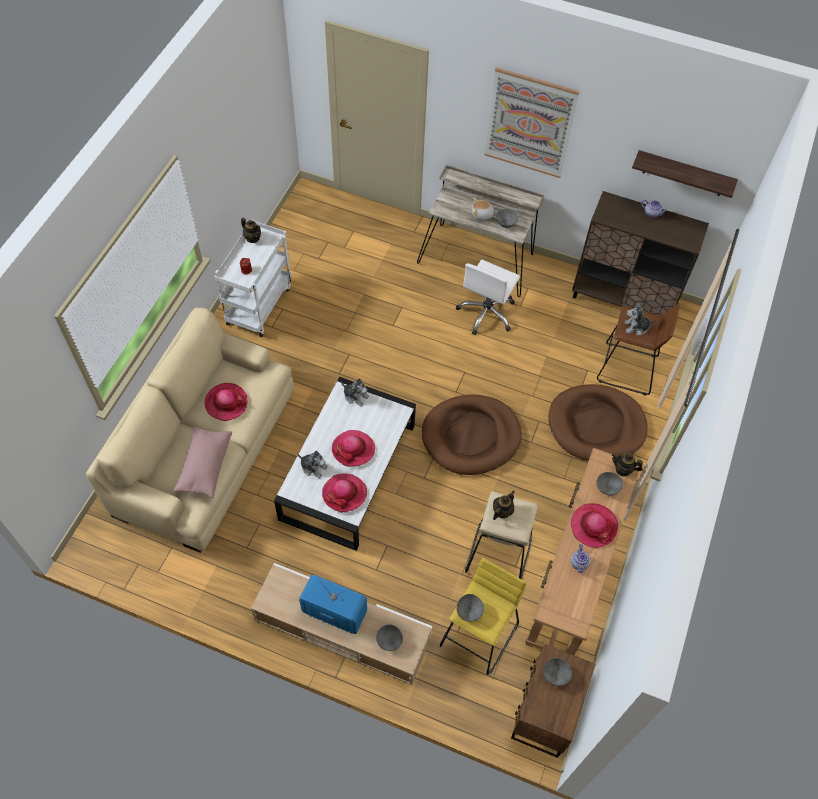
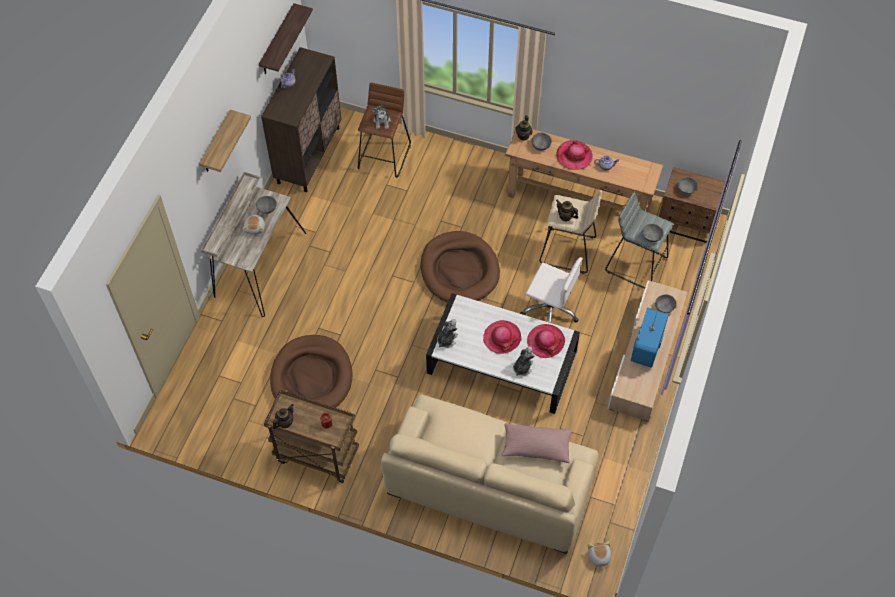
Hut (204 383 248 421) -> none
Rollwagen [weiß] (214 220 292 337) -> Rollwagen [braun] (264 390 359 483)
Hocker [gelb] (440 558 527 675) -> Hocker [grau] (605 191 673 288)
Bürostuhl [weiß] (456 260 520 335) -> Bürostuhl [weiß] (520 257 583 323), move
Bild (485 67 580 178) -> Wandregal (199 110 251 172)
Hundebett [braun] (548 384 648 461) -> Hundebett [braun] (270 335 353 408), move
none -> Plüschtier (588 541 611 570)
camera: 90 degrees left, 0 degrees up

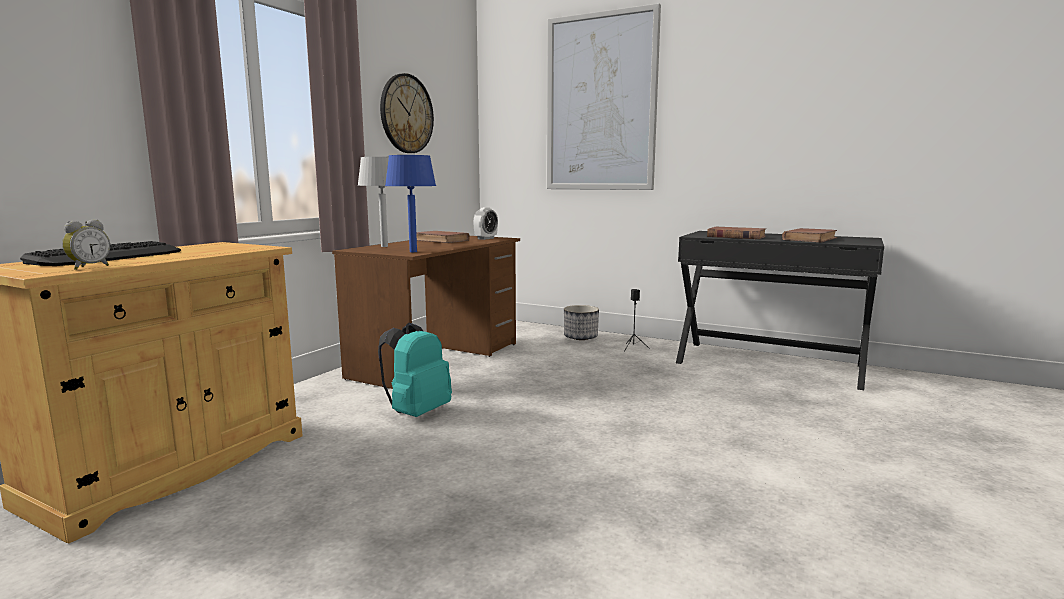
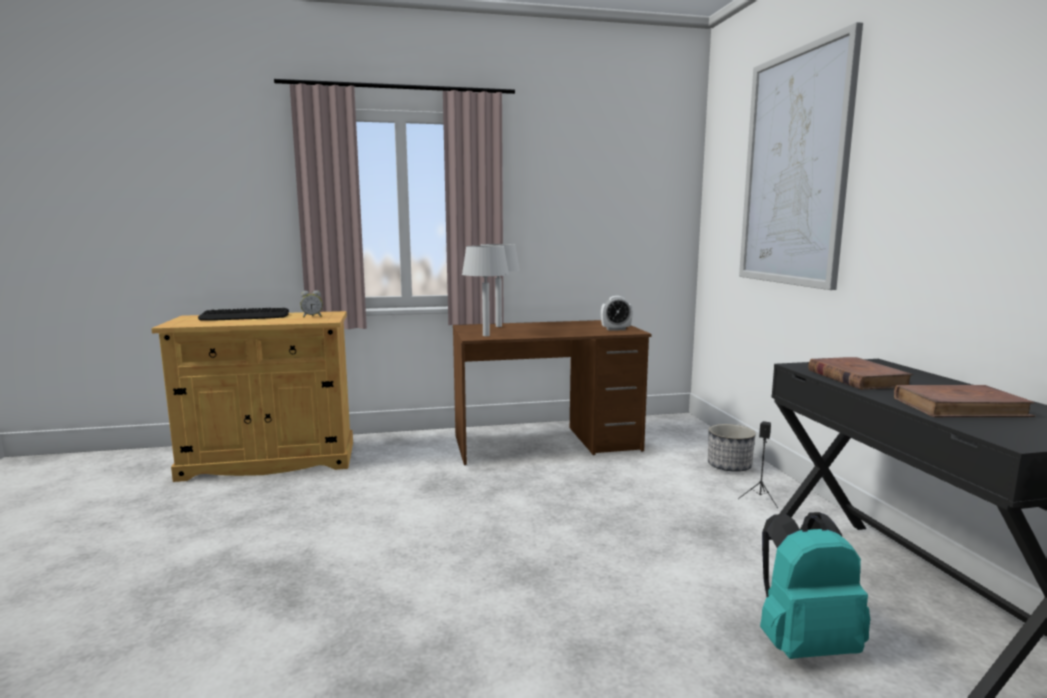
Wecker (62 219 110 270) -> Wecker (301 290 323 318), move
Rucksack [türkis] (378 322 452 417) -> Rucksack [türkis] (760 512 870 659), move
Wanduhr (380 73 434 153) -> none
Tischlampe [blau] (385 155 436 252) -> Tischlampe [grau] (462 246 509 336)
Buch [braun] (416 231 470 243) -> none
camera: 50 degrees right, 0 degrees up

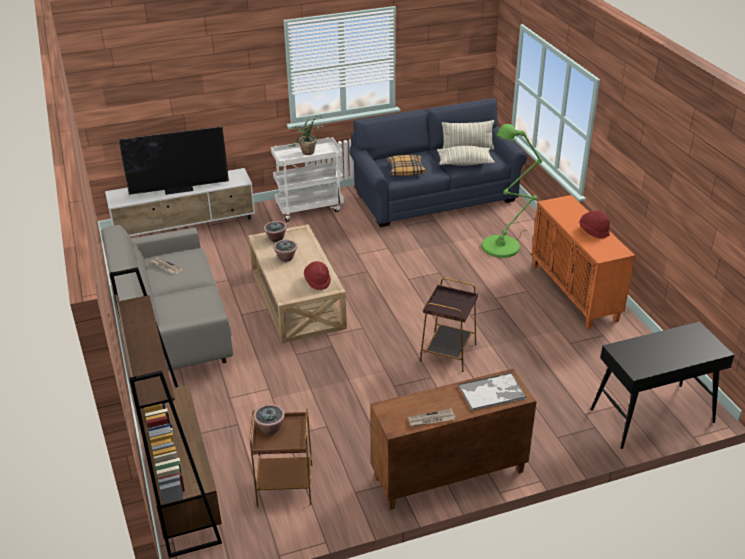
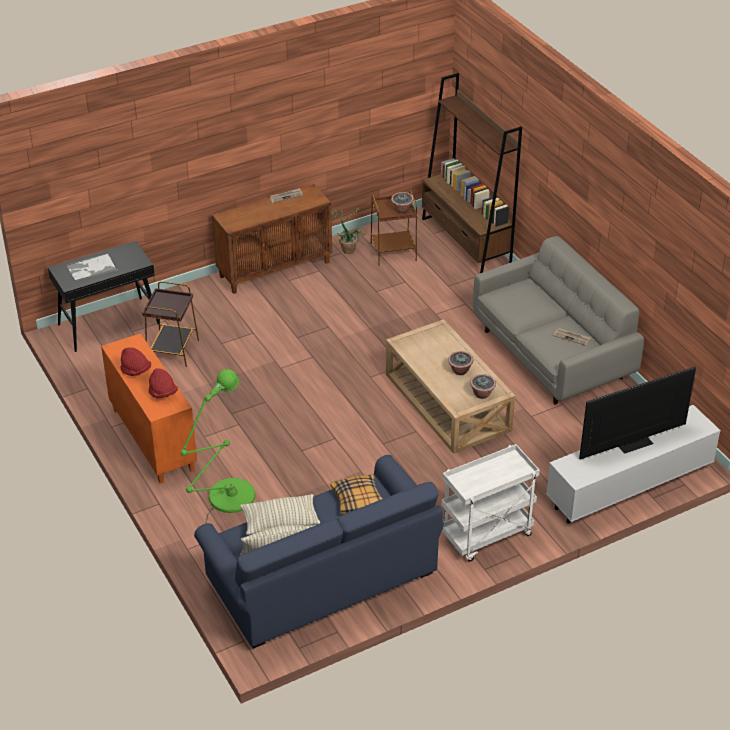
Topfpflanze (289 116 323 155) -> Topfpflanze (332 208 366 254), move
Hut [rot] (304 261 331 290) -> Hut [rot] (149 368 178 398), move
Beistelltisch [braun] (420 278 478 372) -> Beistelltisch [braun] (142 281 199 367), move
Tablett (458 372 527 411) -> Tablett (66 253 118 282), move
camera: 170 degrees right, 5 degrees up

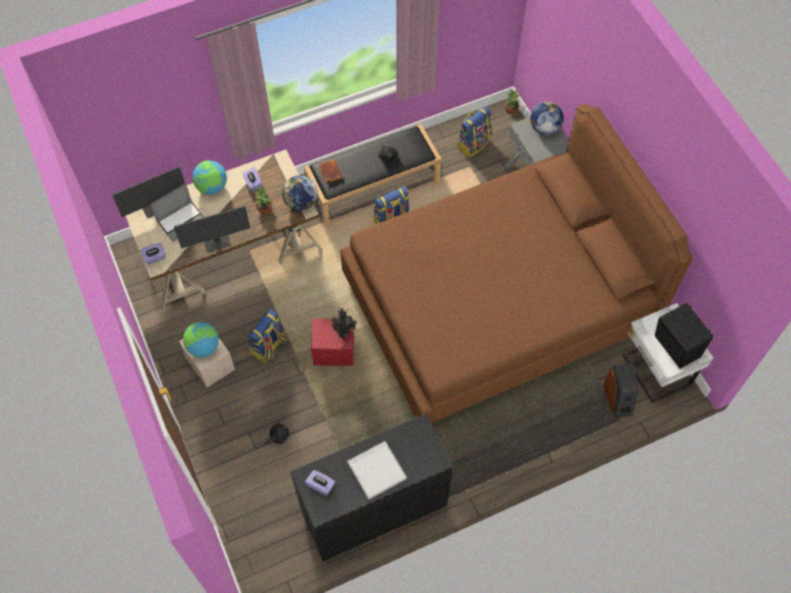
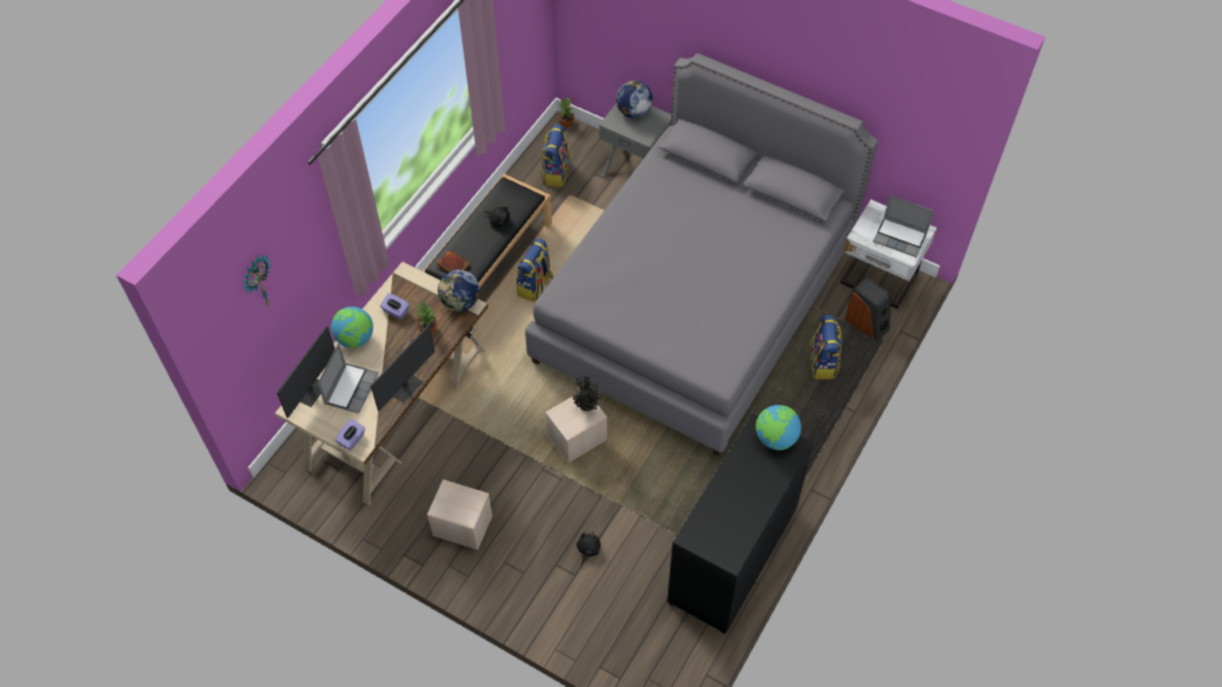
Globus (183 322 219 357) -> Globus (756 405 801 450), move
Rucksack (248 309 286 363) -> Rucksack (810 315 843 380), move
Taschentuchbox [lila] (305 470 335 496) -> none
Aufbewahrungsbox [rot] (311 319 354 366) -> Aufbewahrungsbox [beige] (545 396 608 463)
Bett [braun] (341 104 693 424) -> Bett [grau] (525 53 878 456)
Tablett [weiß] (347 441 407 500) -> none
Lautsprecher [schwarz] (655 303 714 369) -> Laptop (873 195 934 257)
none -> Wanduhr (242 254 271 306)
camera: 35 degrees left, 5 degrees down

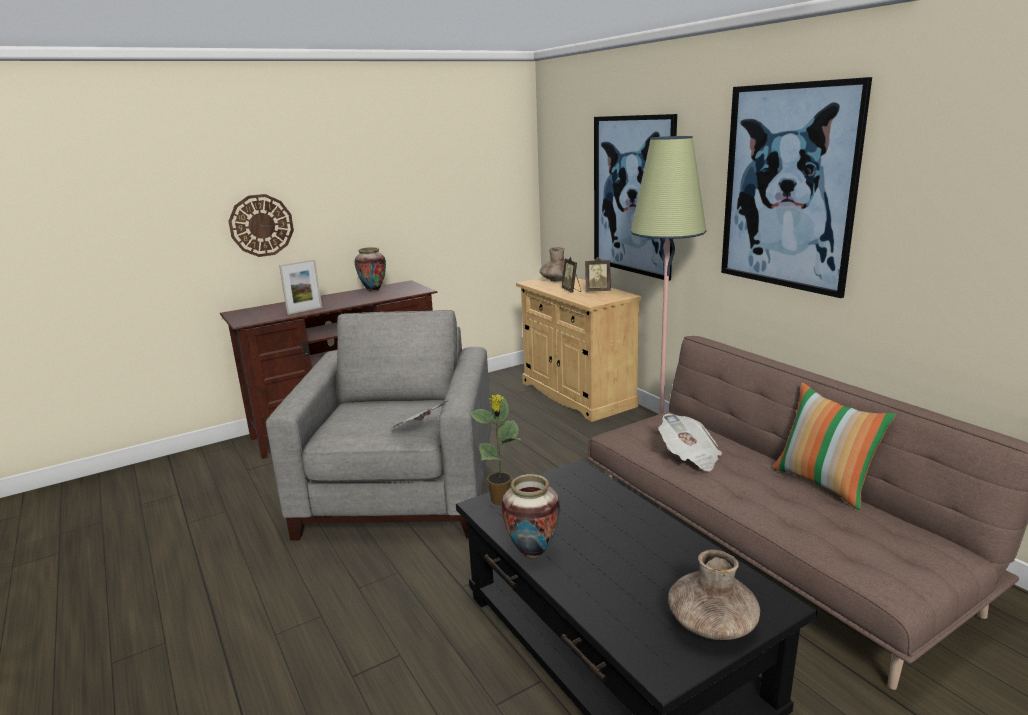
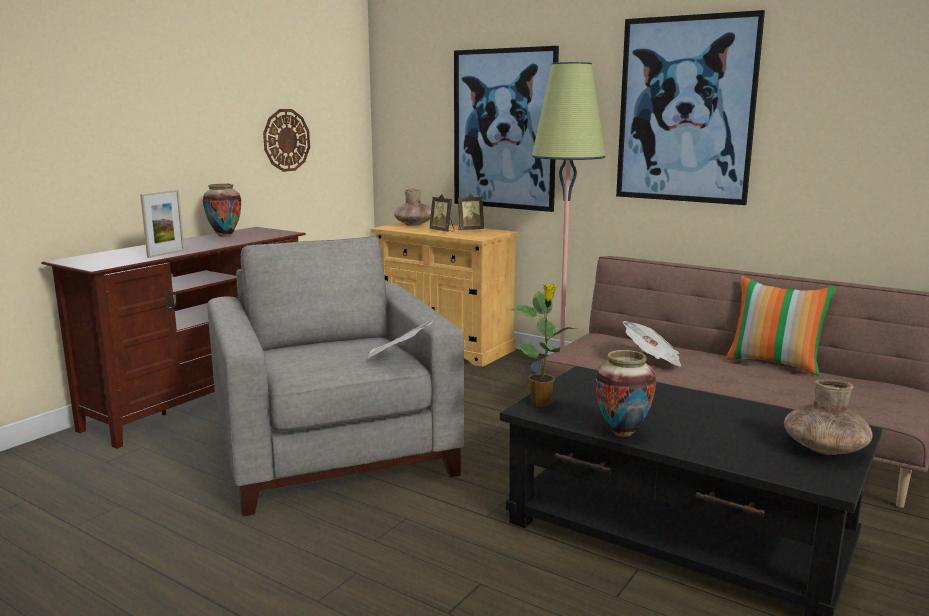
Wanduhr (229 194 294 257) -> Wanduhr (263 109 310 172), move
camera: 25 degrees left, 5 degrees down

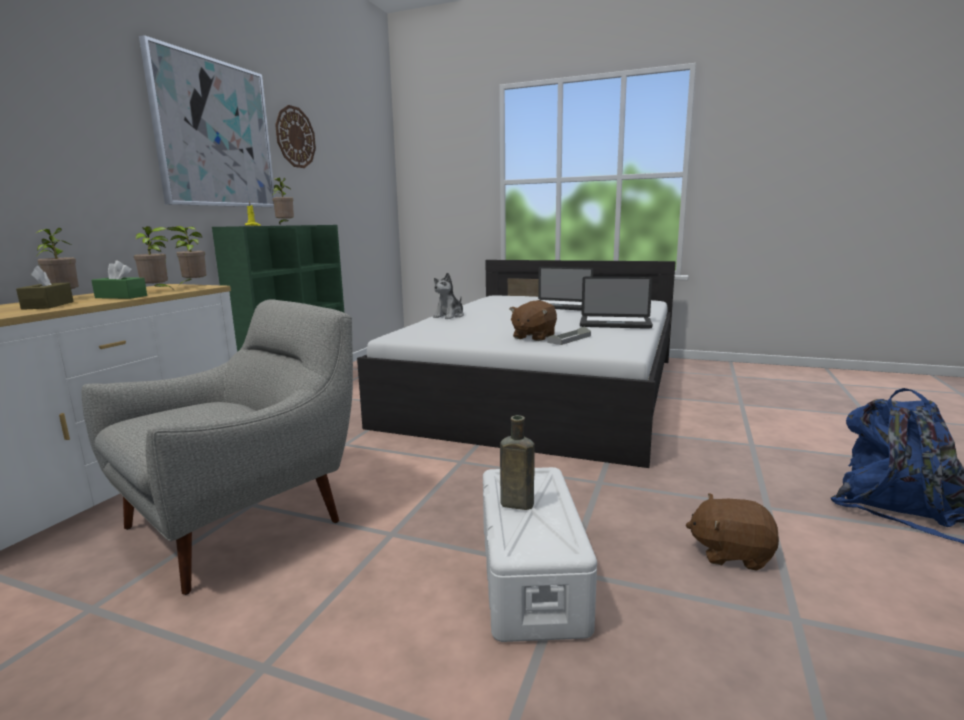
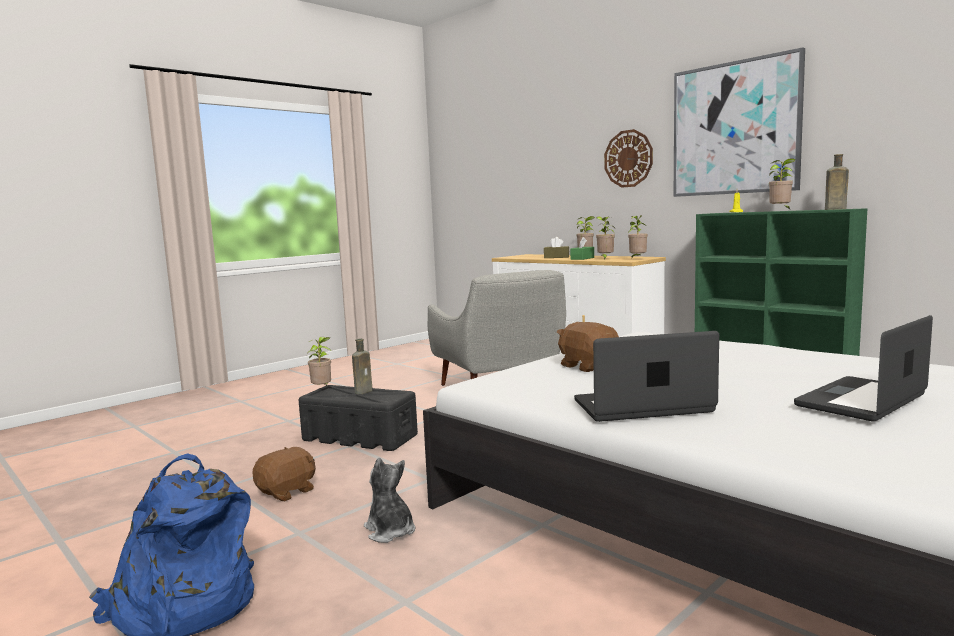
Wanduhr (275 105 316 168) -> Wanduhr (604 129 653 188), move
Plüschtier (433 273 464 319) -> Plüschtier (364 457 415 543), move
Aufbewahrungsbox [weiß] (483 467 597 642) -> Aufbewahrungsbox [schwarz] (299 385 418 451)
Tablett [grau] (547 326 591 345) -> none
Laptop (580 276 653 329) -> Laptop (574 331 719 422), 45 degrees clockwise
none -> Topfpflanze (306 337 331 385)
none -> Flasche [braun] (825 154 849 210)
camera: 115 degrees right, 5 degrees down

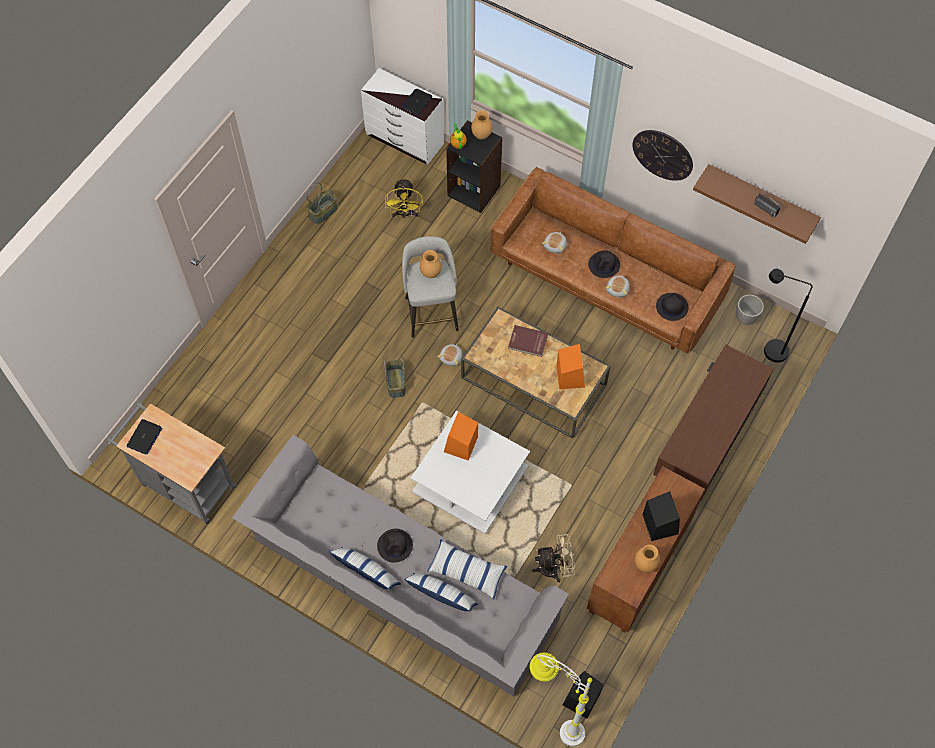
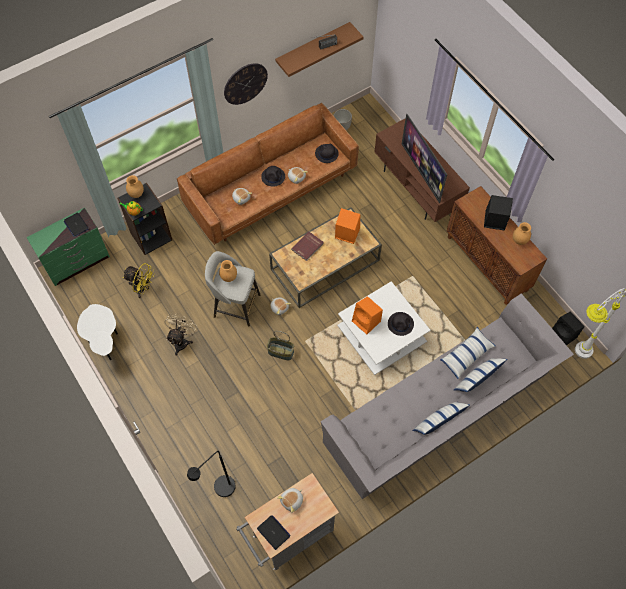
Korb (307 182 338 224) -> Beistelltisch [weiß] (77 304 118 360)
Kommode [weiß] (361 68 444 165) -> Kommode [grün] (26 208 110 286)
Hut [schwarz] (377 529 413 563) -> Hut [schwarz] (388 312 414 336), move
Ventilator [beige] (532 534 575 582) -> Ventilator [beige] (164 313 197 356), move
Stehlampe [schwarz] (764 269 813 363) -> Stehlampe [schwarz] (187 451 236 497), move
none -> Plüschtier (277 488 303 513)
none -> Fernseher (402 114 447 203)
camera: 65 degrees left, 0 degrees up

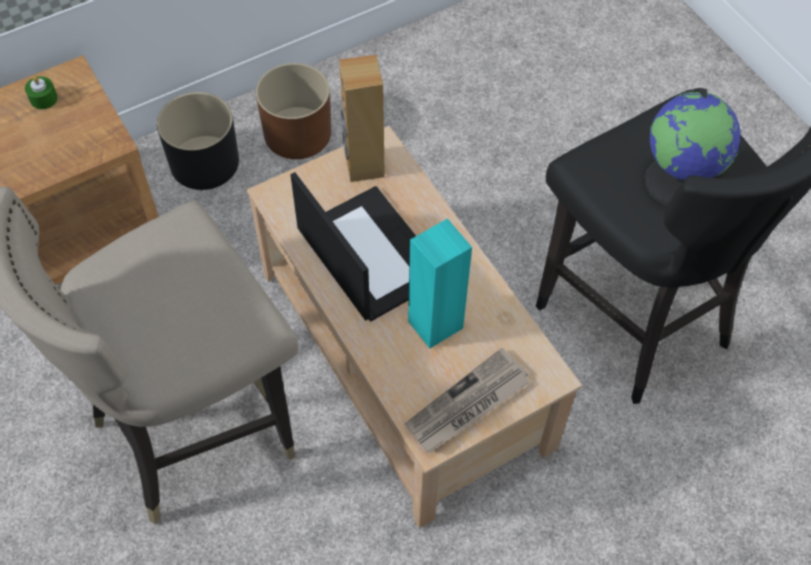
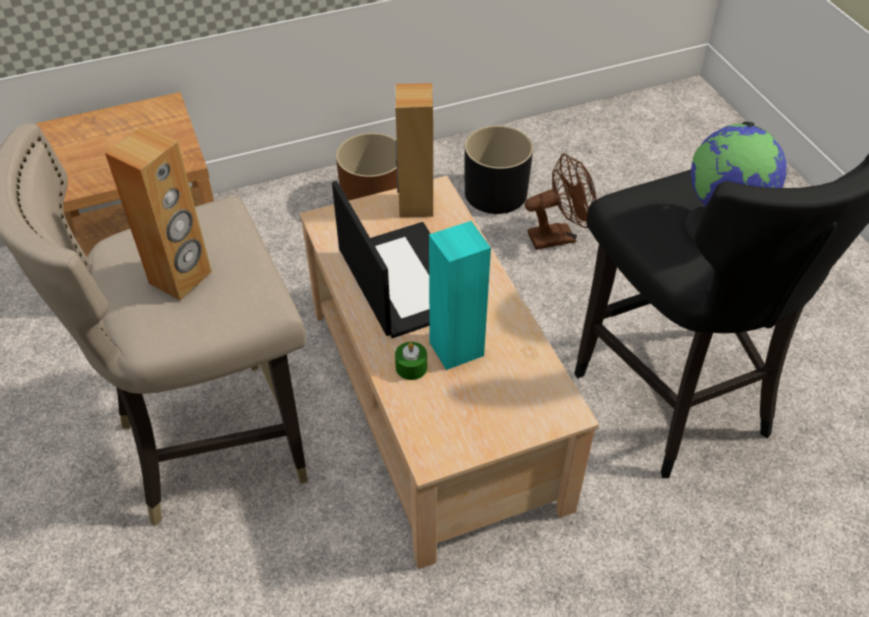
Kerze [grün] (25 76 58 109) -> Kerze [grün] (395 342 427 380), move
Pflanzkübel [schwarz] (157 92 239 190) -> Pflanzkübel [schwarz] (464 125 533 214), move
Zeitung (405 348 530 453) -> none
none -> Lautsprecher [braun] (105 126 212 301)
none -> Ventilator [braun] (525 153 597 250)
camera: 10 degrees right, 10 degrees down

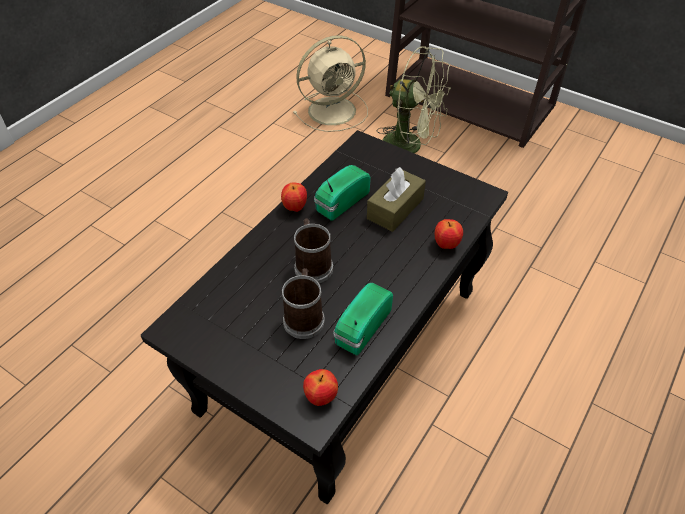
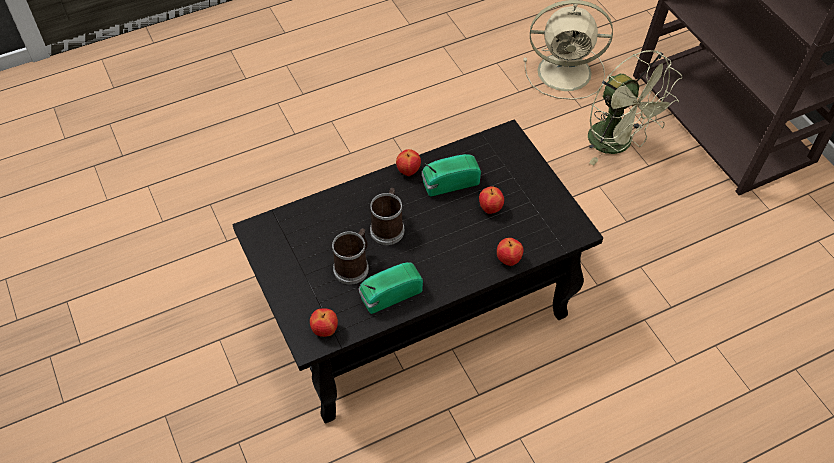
Taschentuchbox [braun] (367 167 426 232) -> Apfel (479 186 504 214)
camera: 30 degrees right, 5 degrees up

